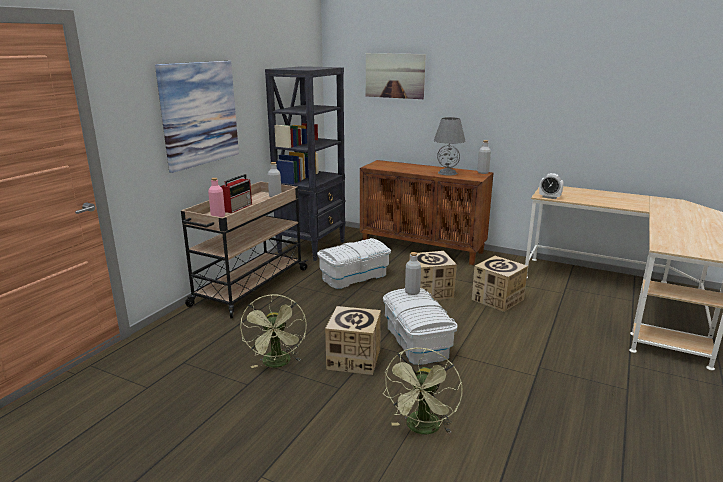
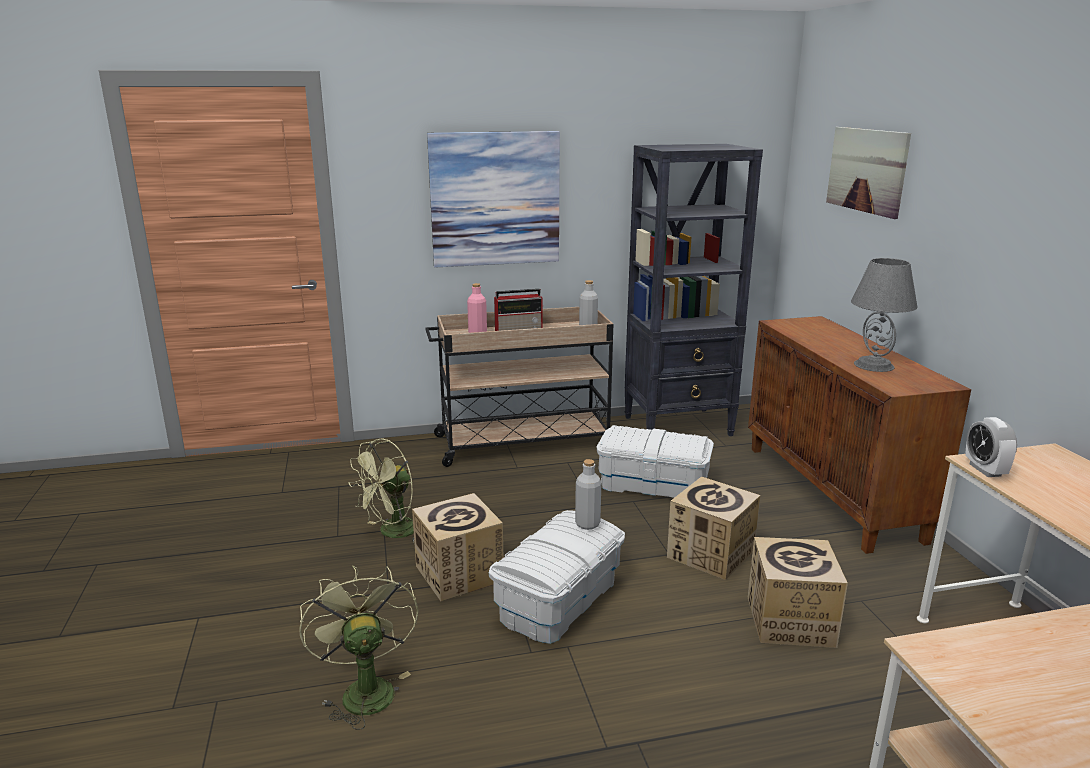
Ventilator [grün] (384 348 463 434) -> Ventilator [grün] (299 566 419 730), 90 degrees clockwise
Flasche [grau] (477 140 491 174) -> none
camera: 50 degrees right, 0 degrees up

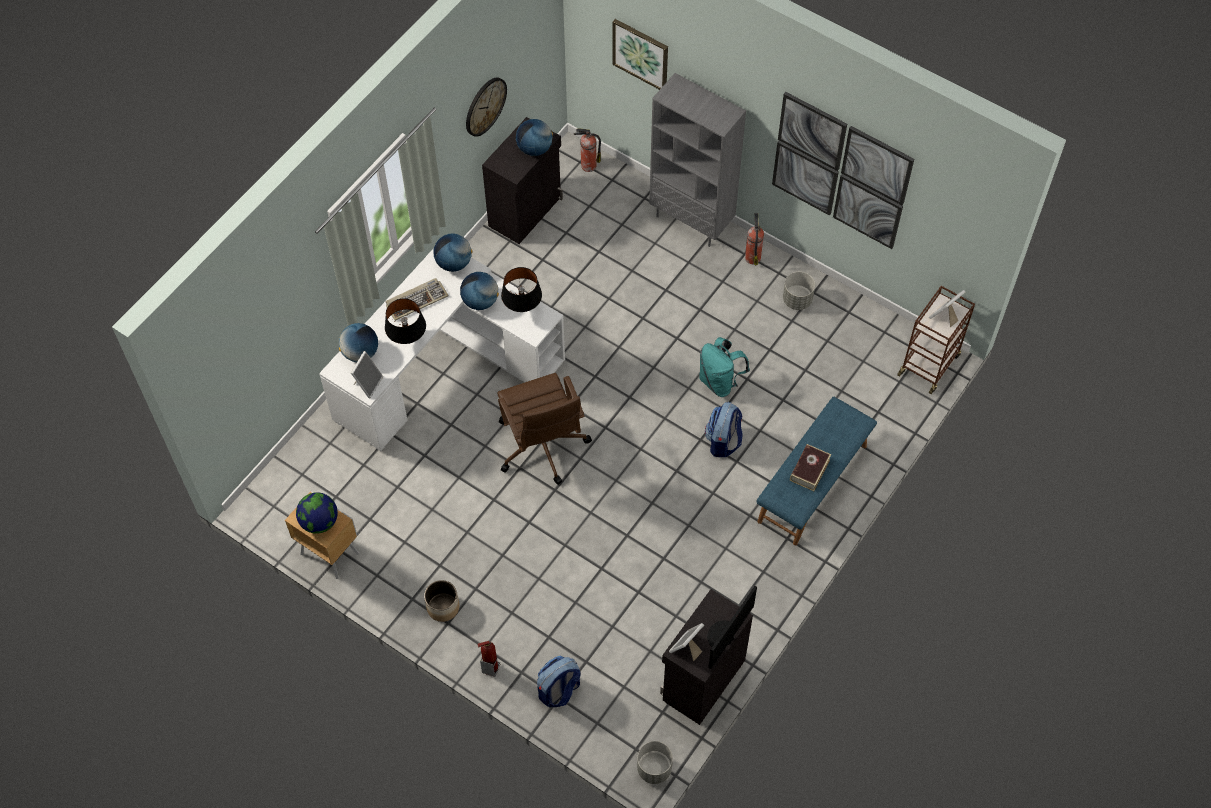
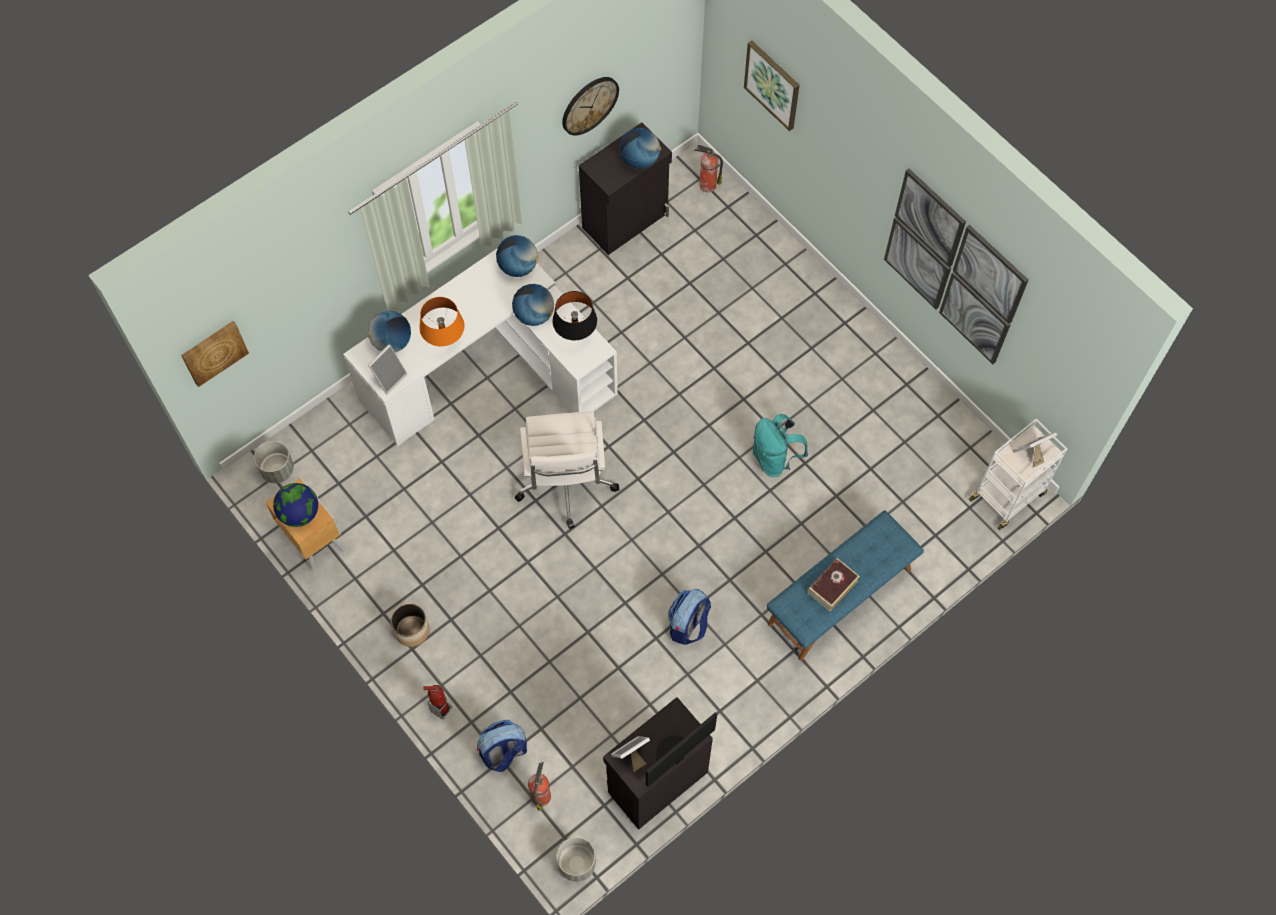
Tischlampe [schwarz] (385 298 426 344) -> Tischlampe [orange] (419 297 464 346)
Tastatur (386 278 449 321) -> none
Bürostuhl [braun] (497 373 592 485) -> Bürostuhl [weiß] (515 411 619 529)
Bücherregal [grau] (649 73 746 247) -> none
Rucksack (705 402 742 457) -> Rucksack (668 589 711 645), move
Feuerlöscher (745 213 764 265) -> Feuerlöscher (528 762 551 811), move
Pflanzkübel [grau] (783 272 815 310) -> Pflanzkübel [grau] (254 441 294 483), move
Rollwagen [braun] (897 286 975 394) -> Rollwagen [weiß] (969 419 1067 530)
none -> Bild (181 321 249 387)
camera: 15 degrees right, 5 degrees up

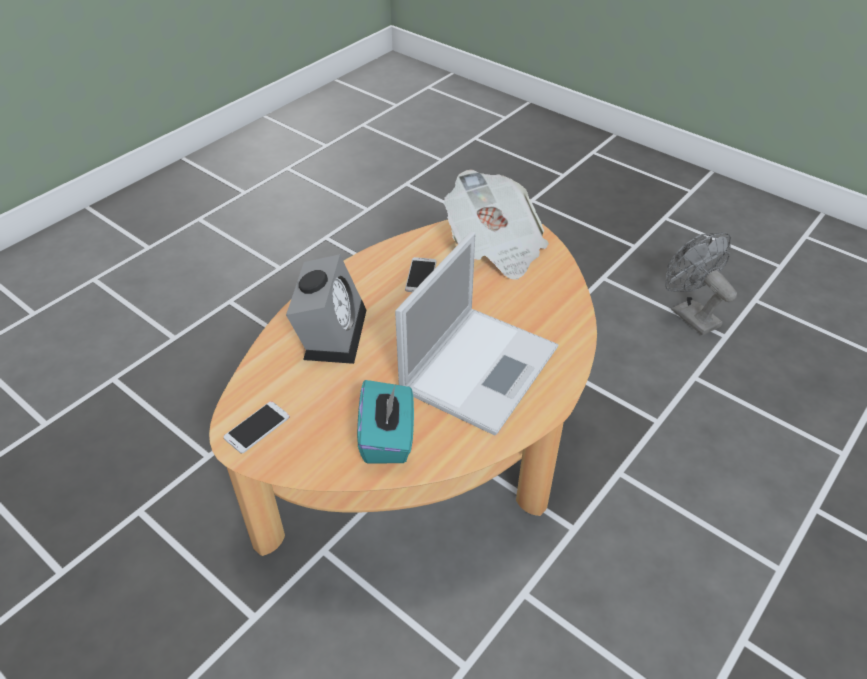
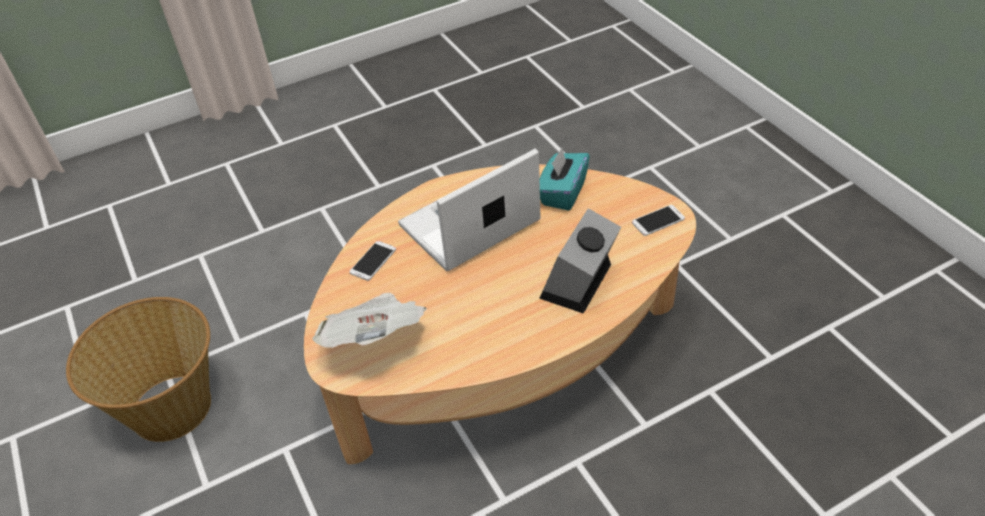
Handy (405 257 437 292) -> Handy (349 241 396 281), move
Ventilator [grau] (665 232 737 336) -> Korb (66 297 211 442)
camera: 155 degrees left, 0 degrees up

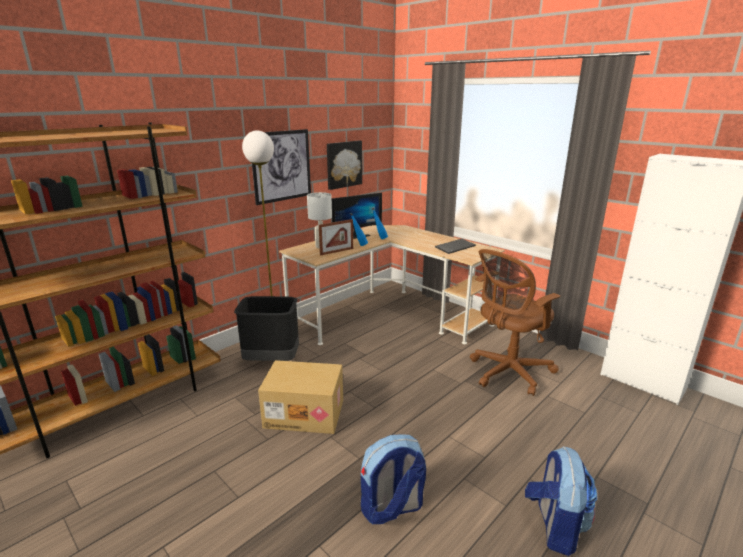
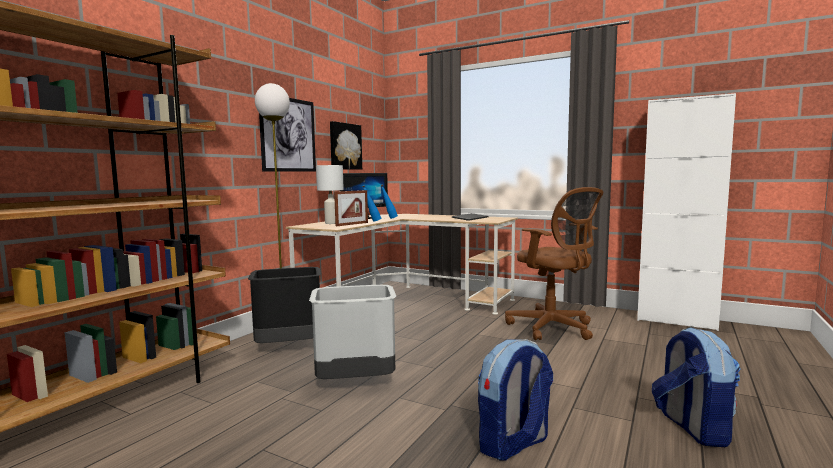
Karton (258 360 343 434) -> Mülleimer [grau] (309 285 396 379)
Bürostuhl [braun] (470 249 560 396) -> Bürostuhl [braun] (505 187 603 340), 75 degrees counterclockwise
camera: 15 degrees left, 15 degrees down

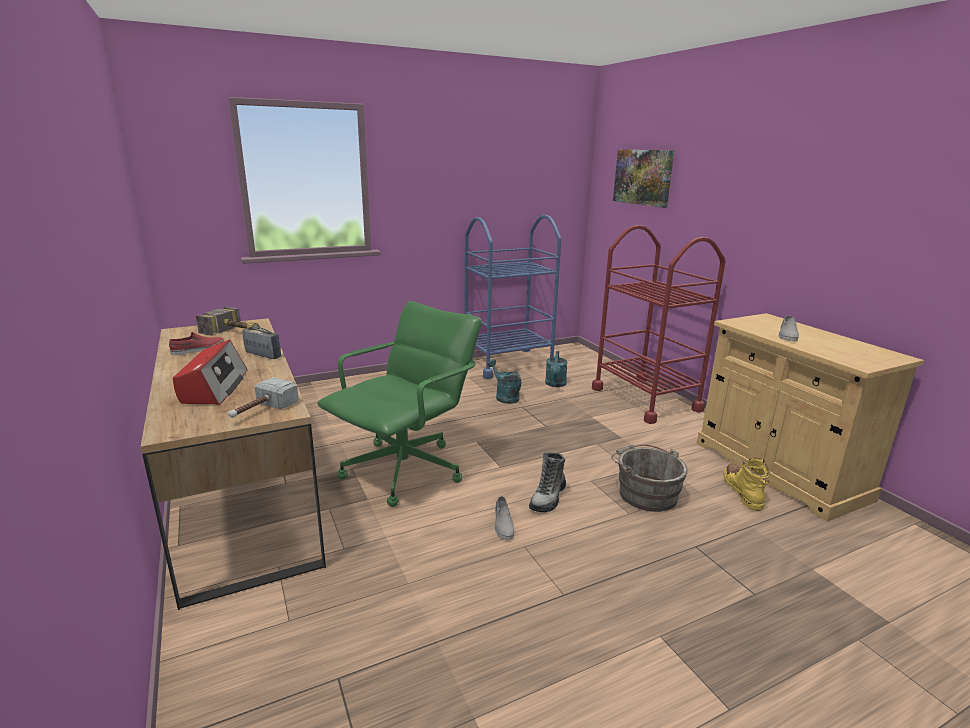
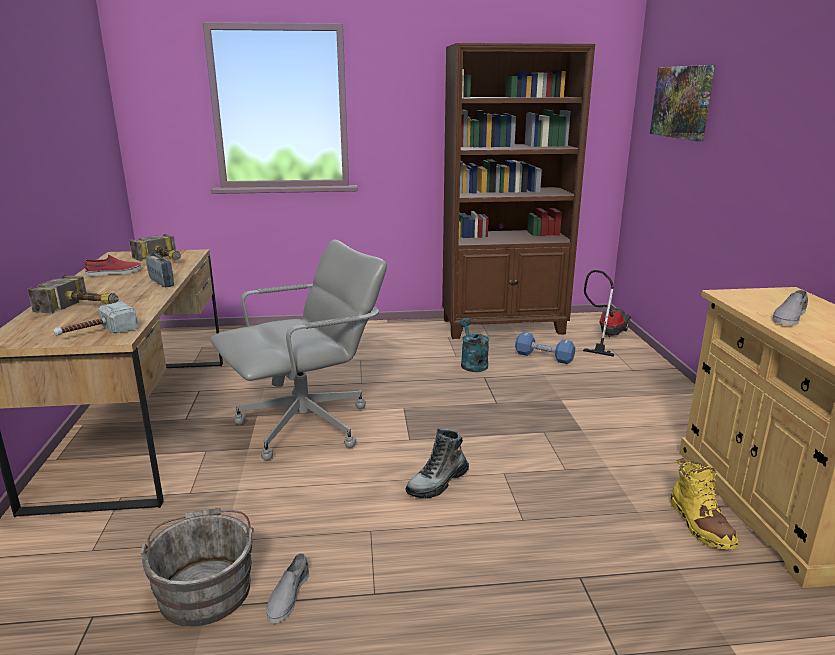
Radio (173 340 247 405) -> Hammer (27 275 119 314)
Bürostuhl [grün] (317 301 482 507) -> Bürostuhl [grau] (210 239 387 461)
Rollwagen [blau] (464 215 561 379) -> Bücherregal [braun] (442 43 595 339)
Schuh [grau] (495 496 514 540) -> Schuh [grau] (266 553 309 623), move
Gießkanne [türkis] (545 351 568 387) -> Hantel [blau] (515 332 575 364)
Rollwagen [rot] (592 225 726 424) -> none
Eimer [grau] (611 444 688 512) -> Eimer [grau] (140 508 254 626), move
Stiefel [gelb] (723 458 770 511) -> Stiefel [gelb] (670 458 739 549), 150 degrees clockwise
none -> Staubsauger (583 270 631 357)
camera: 20 degrees right, 0 degrees up

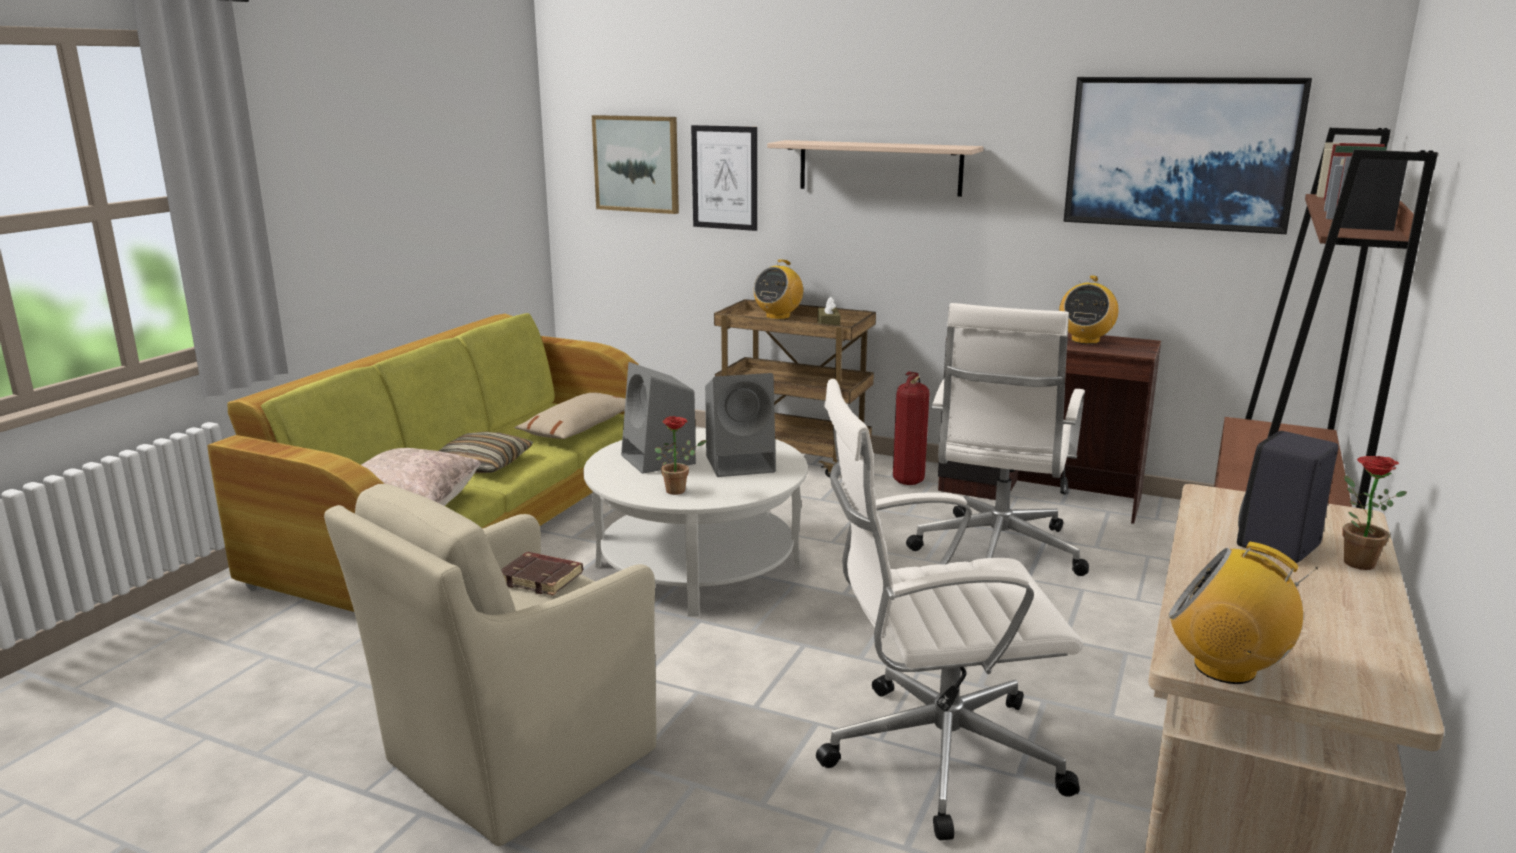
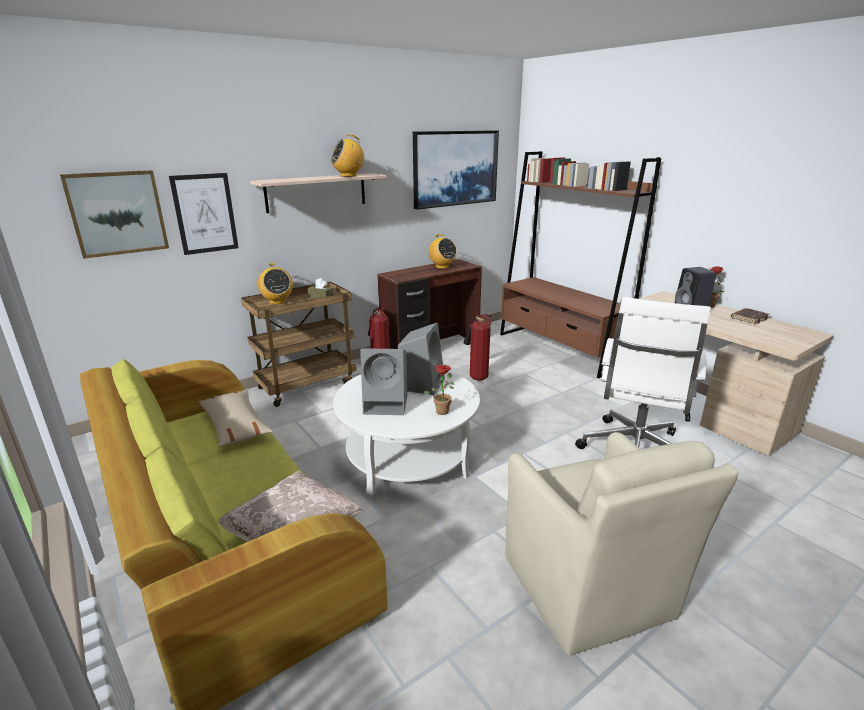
Kissen (439 431 533 473) -> none
Buch [braun] (501 552 583 595) -> Buch [braun] (731 308 769 324), move
Bürostuhl [weiß] (906 303 1089 576) -> Feuerlöscher (464 314 492 381)
Radio (1168 542 1318 684) -> Radio (331 135 364 177), move
camera: 60 degrees left, 5 degrees up

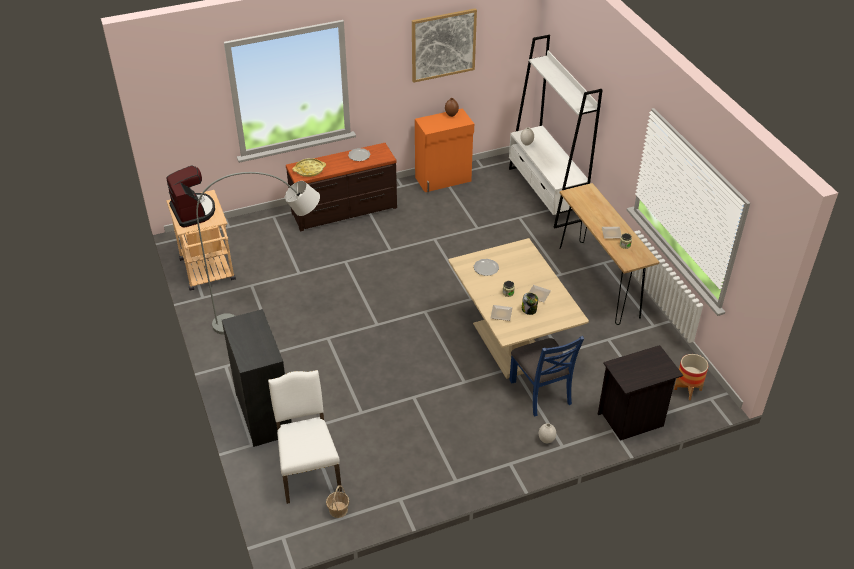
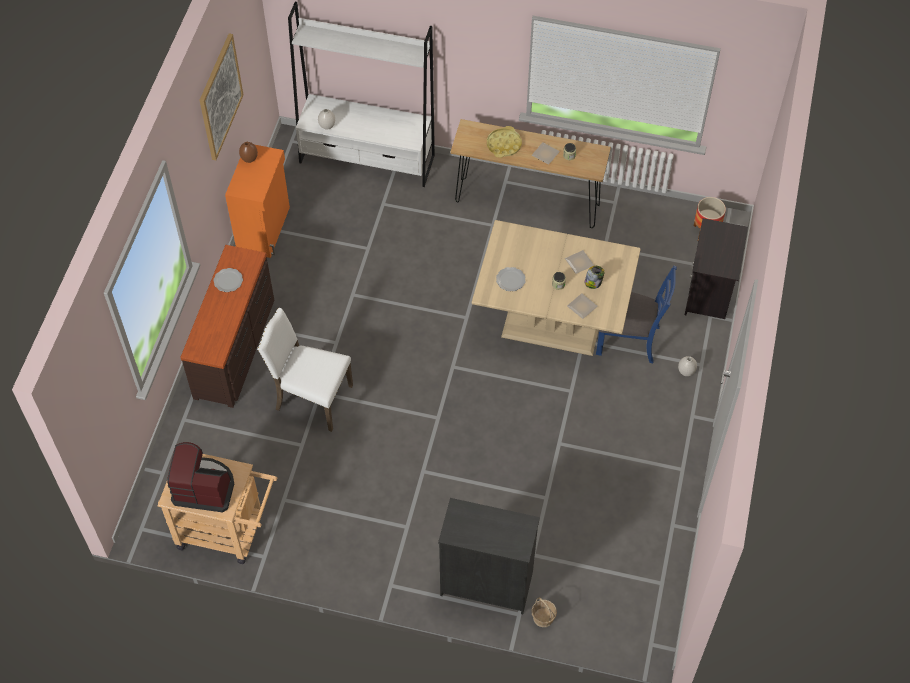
Stehlampe [grau] (196 172 320 335) -> none
Stuhl [weiß] (268 370 342 504) -> Stuhl [weiß] (257 308 353 432), move
Tablett [gelb] (292 158 326 177) -> Tablett [gelb] (487 126 522 158), move
Korb (326 485 349 518) -> Korb (531 597 557 627), move
camera: 55 degrees left, 15 degrees up

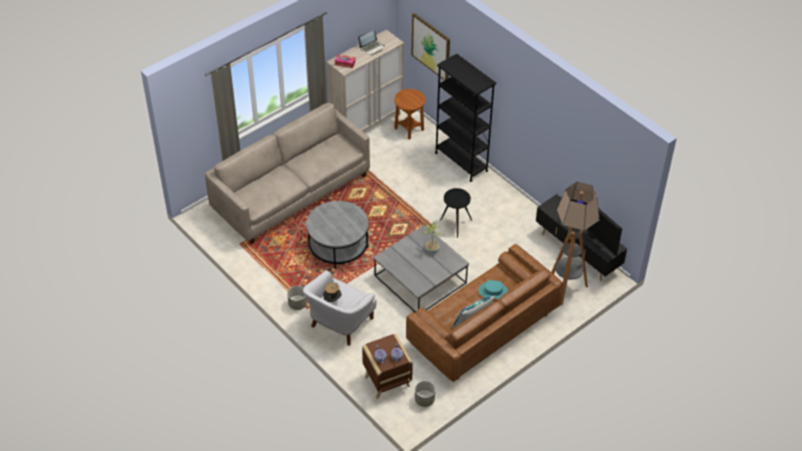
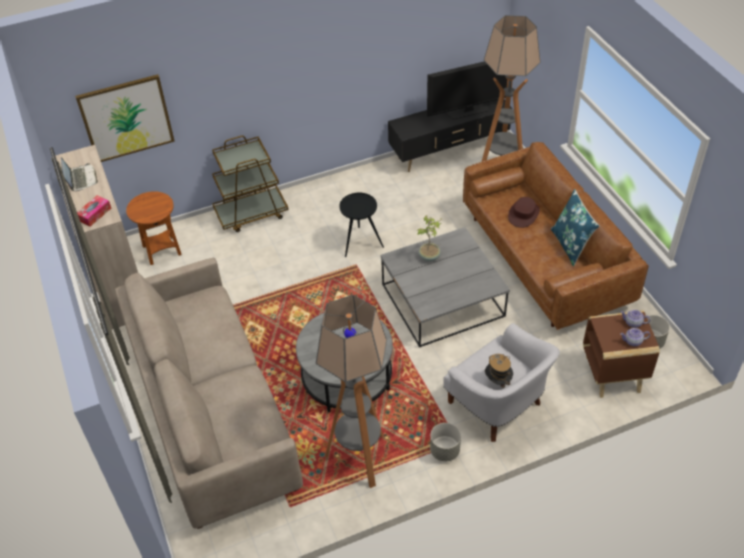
Bücherregal [schwarz] (435 53 496 182) -> Rollwagen [braun] (212 136 288 232)
Hut [türkis] (479 280 508 299) -> Hut [braun] (508 197 540 228)
none -> Stehlampe (316 295 387 488)
camera: 70 degrees left, 0 degrees up

